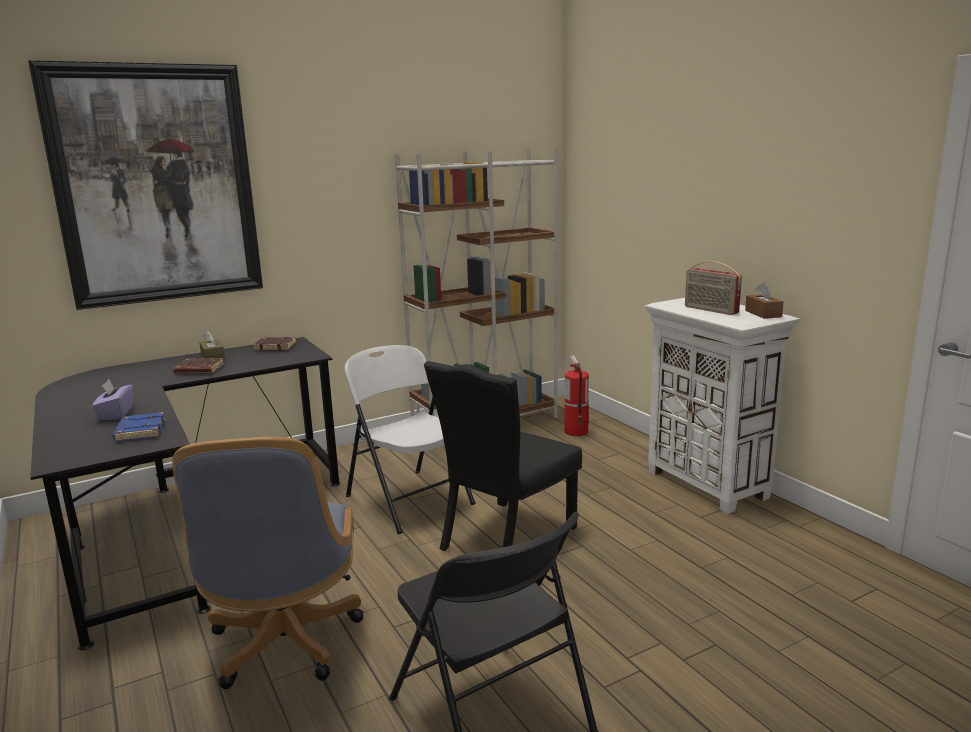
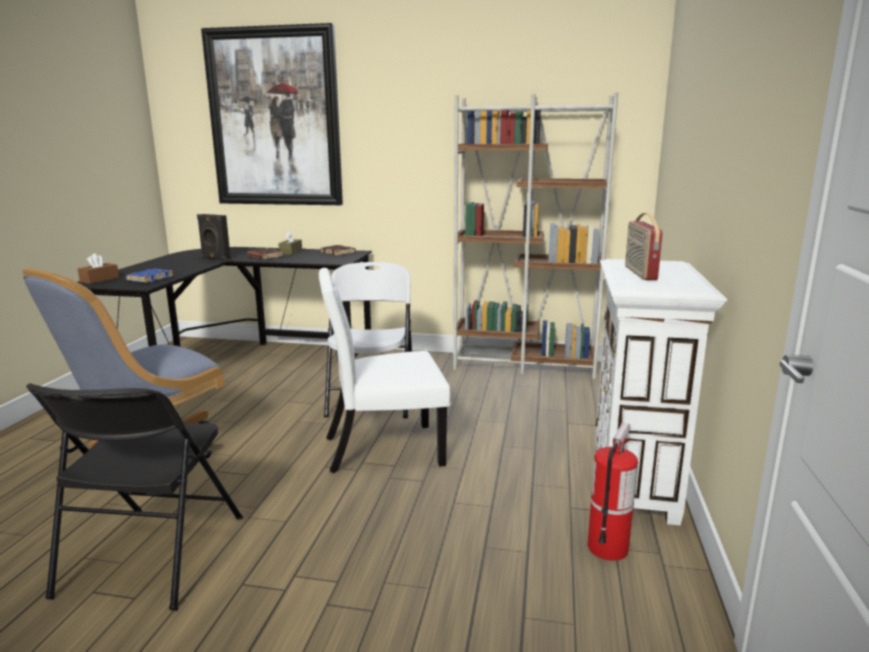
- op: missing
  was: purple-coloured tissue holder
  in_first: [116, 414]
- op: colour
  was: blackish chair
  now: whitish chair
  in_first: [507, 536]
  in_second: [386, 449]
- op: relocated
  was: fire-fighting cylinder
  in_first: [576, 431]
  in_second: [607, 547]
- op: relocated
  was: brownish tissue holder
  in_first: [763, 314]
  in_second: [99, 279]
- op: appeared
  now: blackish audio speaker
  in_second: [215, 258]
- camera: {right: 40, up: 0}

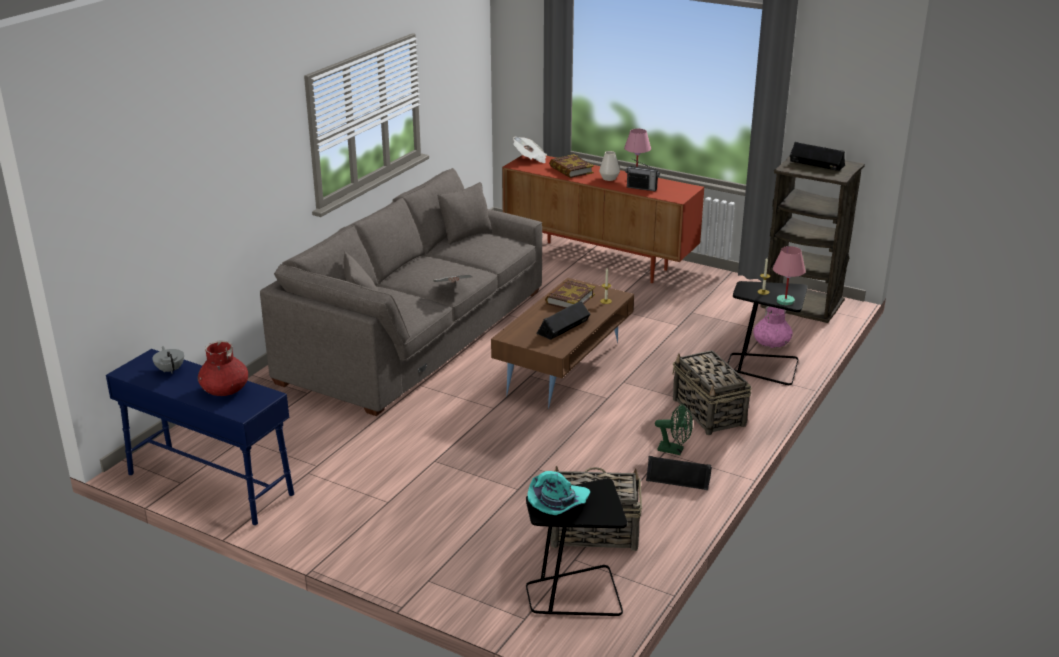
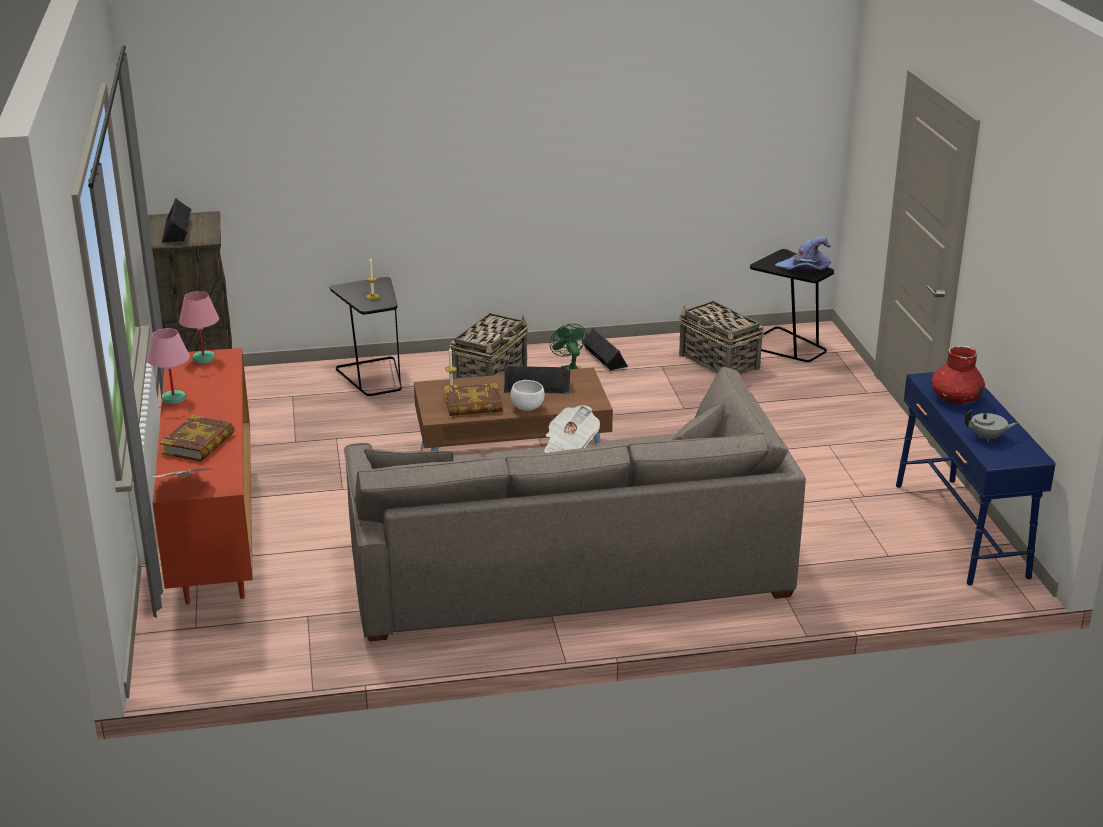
- op: spun
  was: grey tea pot
  in_first: [170, 370]
  in_second: [988, 437]
  clockwise: -105
- op: colour
  was: turquoise wearable hat
  now: purple-coloured wearable hat
  in_first: [558, 504]
  in_second: [805, 269]
- op: missing
  was: whitish vase
  in_first: [609, 178]
- op: missing
  was: radio receiver
  in_first: [642, 188]
- op: missing
  was: pinkish vase
  in_first: [771, 344]
- op: relocated
  was: pinkish table lamp
  in_first: [785, 301]
  in_second: [204, 358]
- op: appeared
  now: whitish serving bowl
  in_second: [528, 408]
- camera: {right: -130, up: 0}

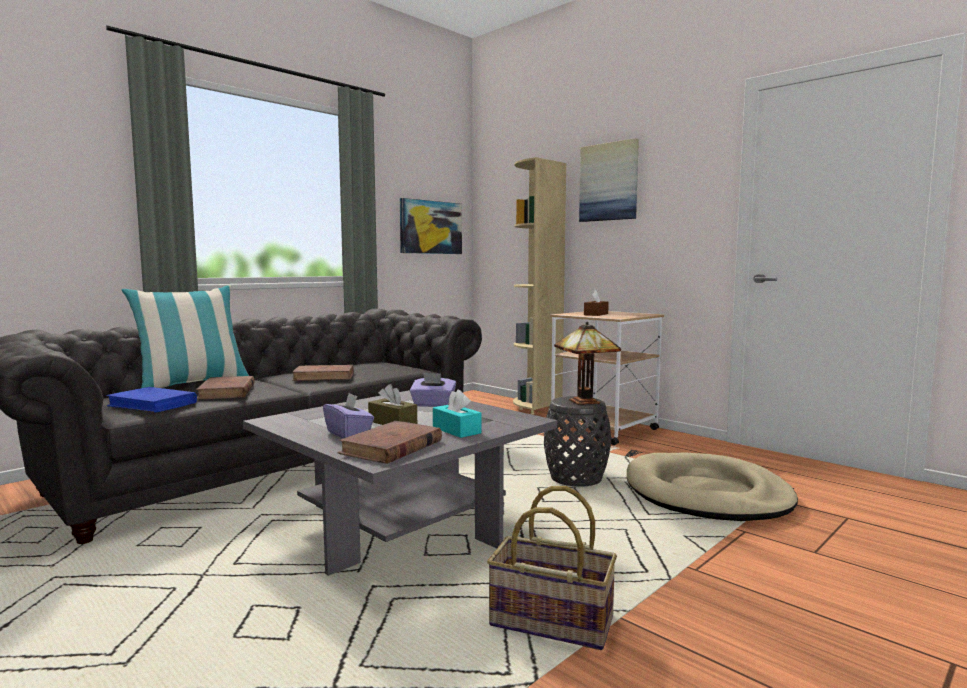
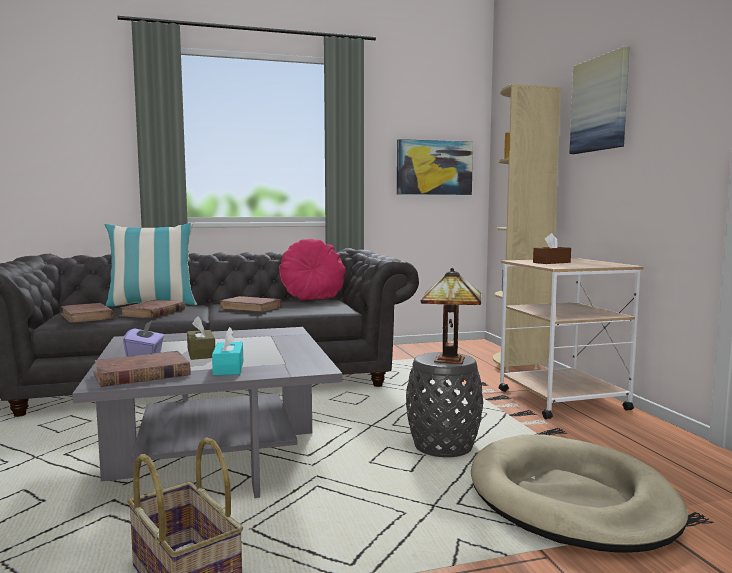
- op: colour
  was: bluish book
  now: brownish book
  in_first: [153, 404]
  in_second: [87, 316]
- op: missing
  was: purple-coloured tissue holder
  in_first: [433, 404]
- op: appeared
  now: pinkish cushion
  in_second: [312, 299]
- camera: {right: 30, up: 0}

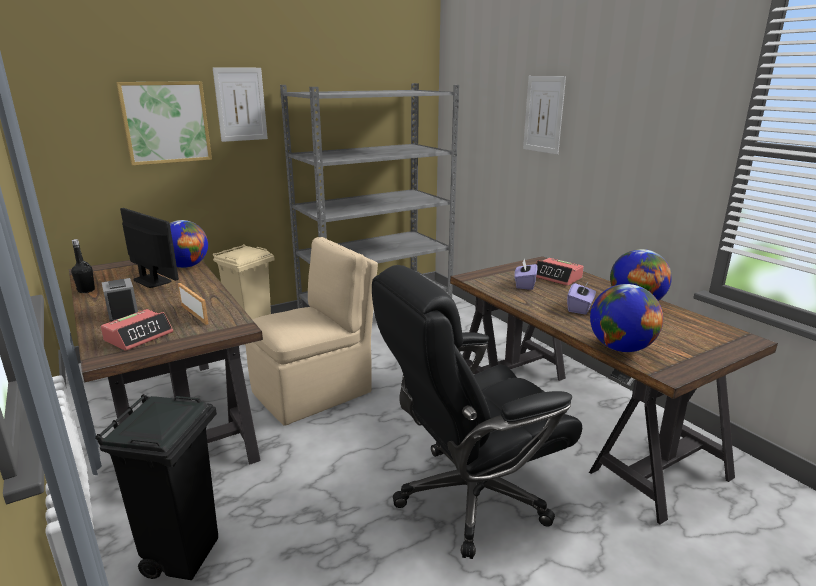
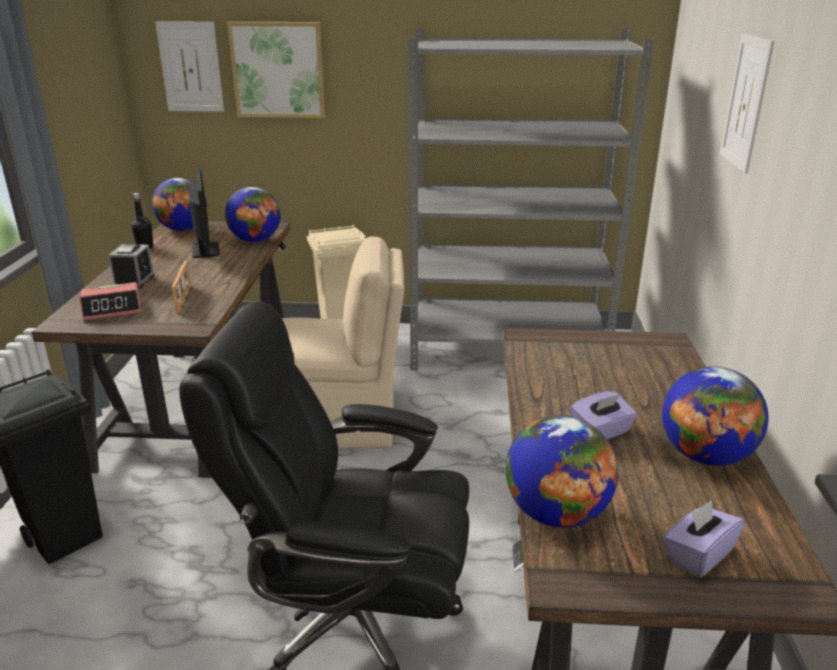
- op: relocated
  was: picture
  in_first: [241, 104]
  in_second: [190, 67]
- op: relocated
  was: purple-coloured tissue holder
  in_first: [524, 284]
  in_second: [698, 555]
- op: missing
  was: bedside clock
  in_first: [557, 277]
- op: appeared
  now: world globe
  in_second: [183, 229]
- camera: {right: 35, up: 5}

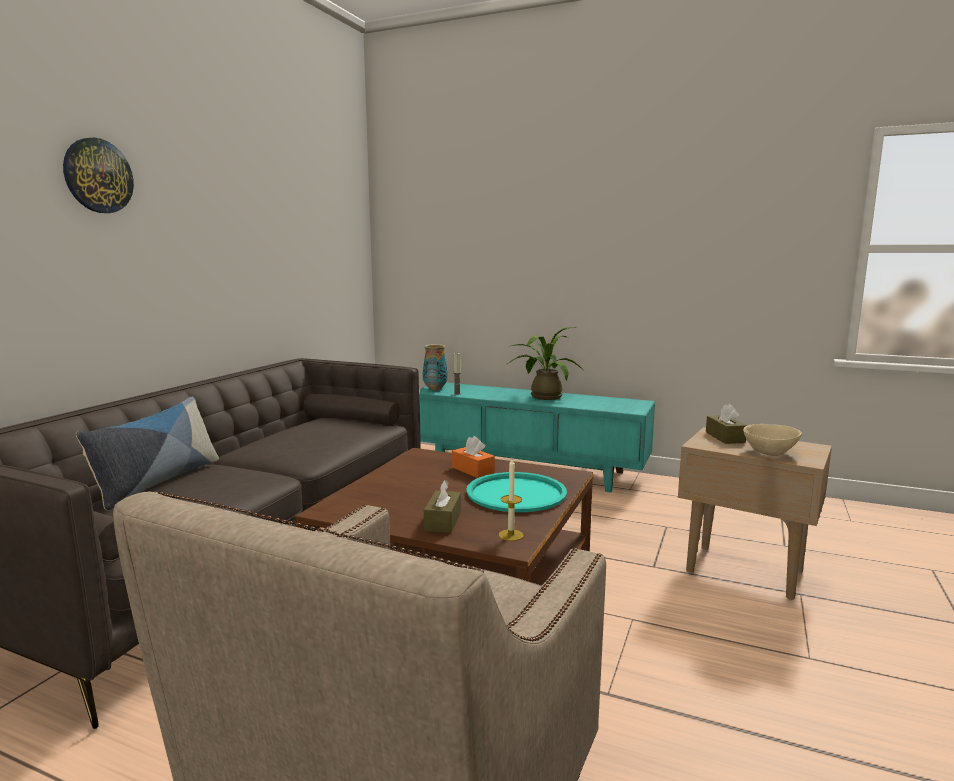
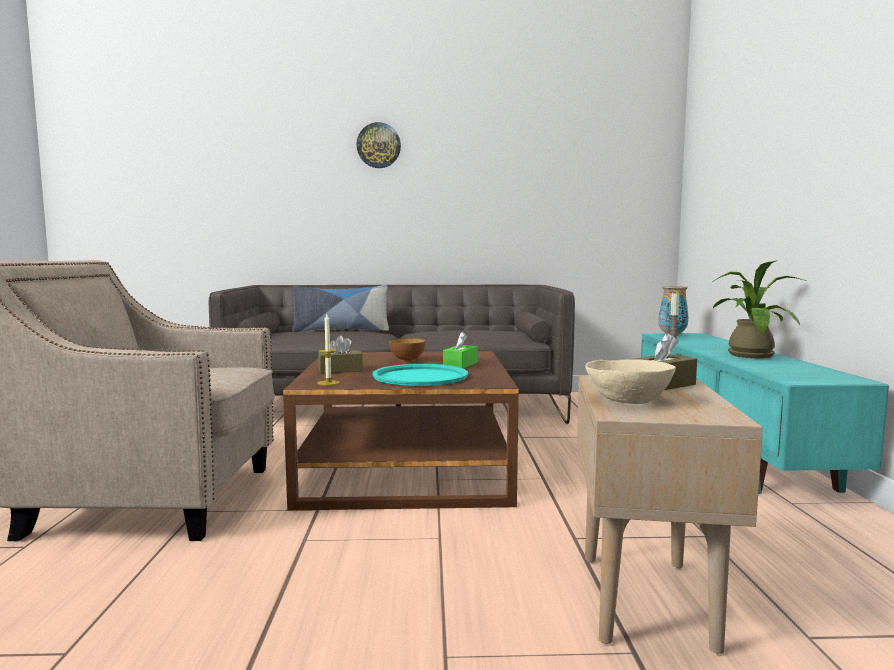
- op: colour
  was: orangey tissue holder
  now: green-coloured tissue holder
  in_first: [473, 470]
  in_second: [460, 365]
- op: appeared
  now: serving bowl
  in_second: [407, 361]
- camera: {right: 65, up: -5}

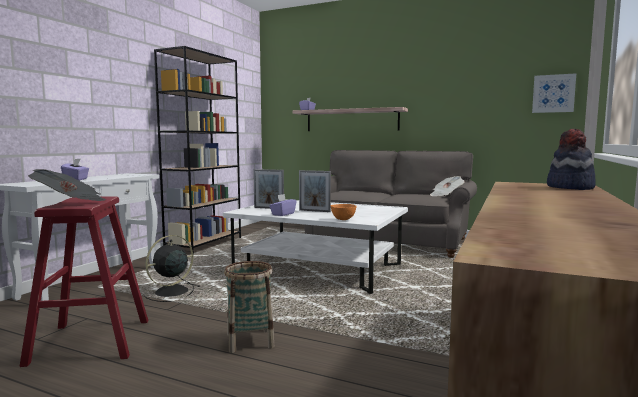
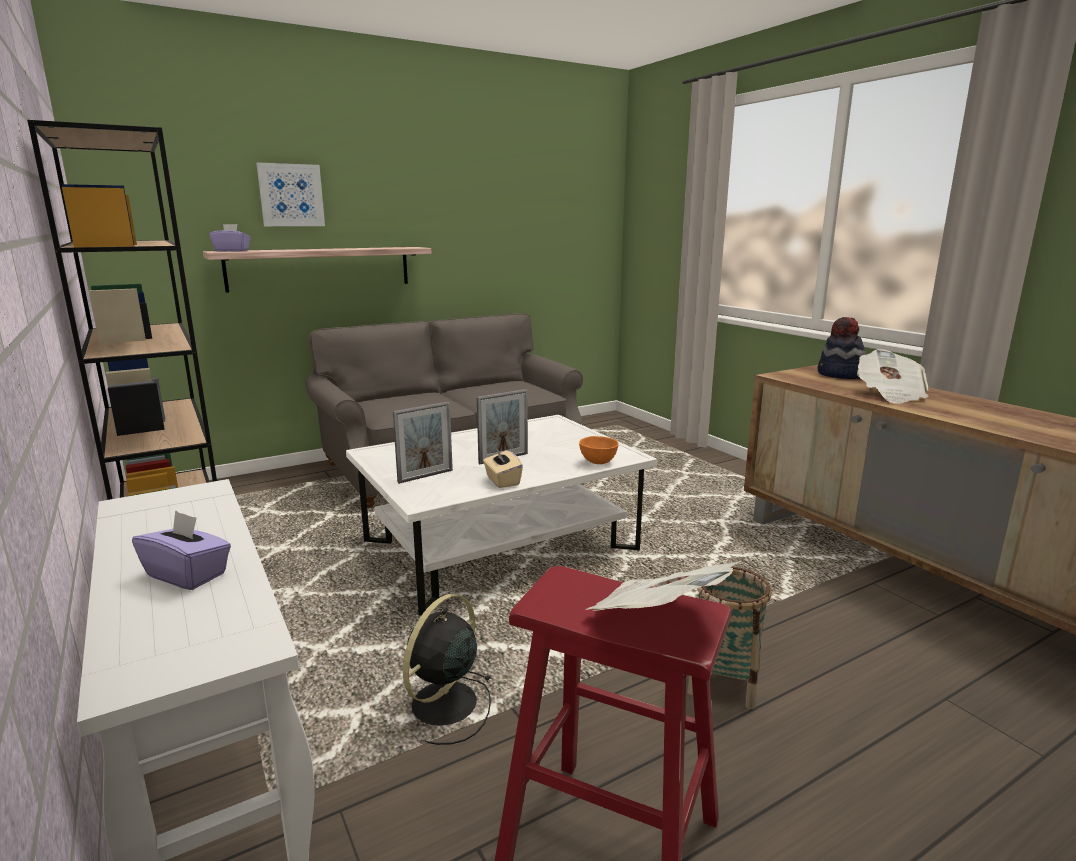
- op: spun
  was: blackish electric fan
  in_first: [170, 292]
  in_second: [442, 706]
  clockwise: 45
- op: colour
  was: purple-coloured tissue holder
  now: beige tissue holder
  in_first: [282, 214]
  in_second: [502, 481]
- op: relocated
  was: daily paper
  in_first: [445, 195]
  in_second: [889, 395]
- op: relocated
  was: picture
  in_first: [553, 93]
  in_second: [291, 195]
- camera: {right: -55, up: 10}

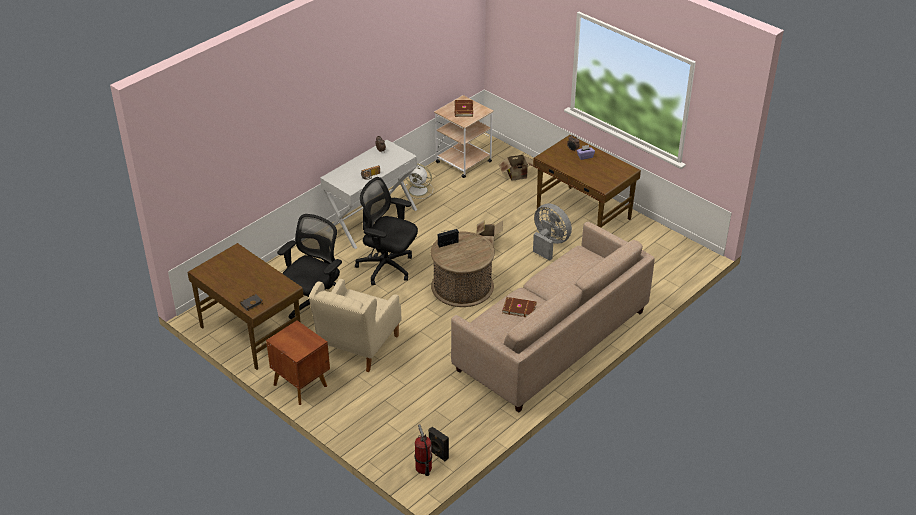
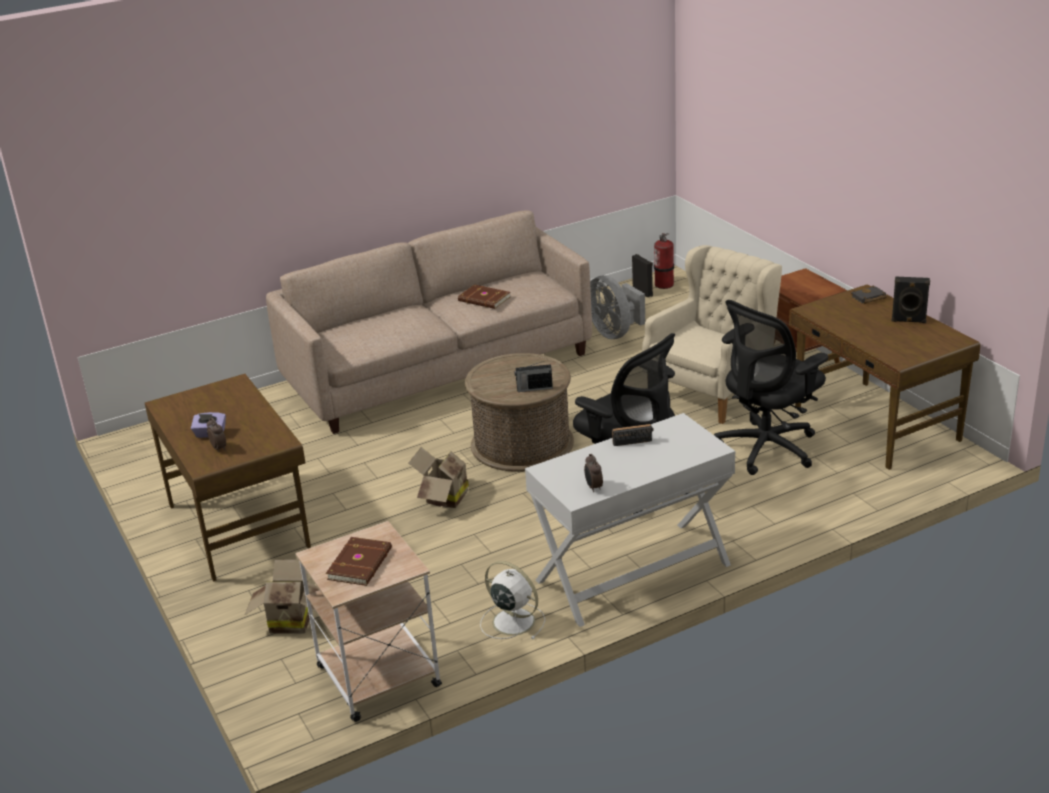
- op: relocated
  was: grey electric fan
  in_first: [549, 243]
  in_second: [614, 333]
- op: appeared
  now: blackish audio speaker
  in_second: [908, 321]
- camera: {right: -160, up: -10}

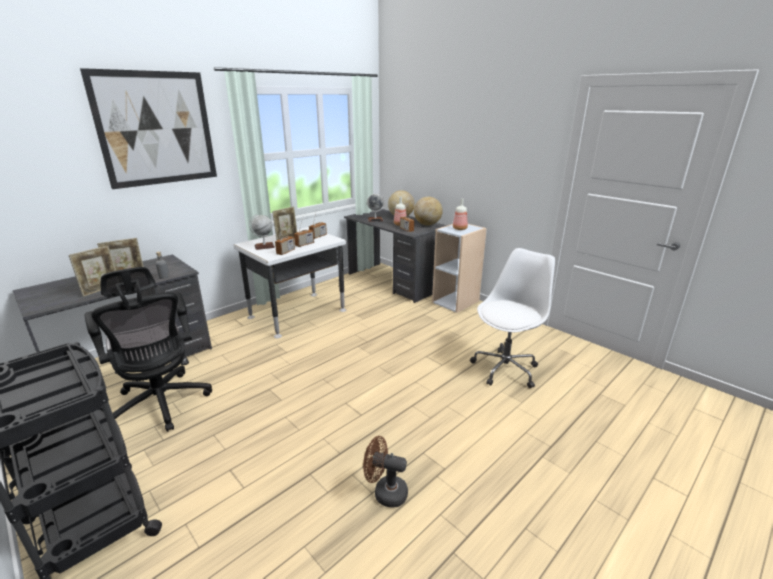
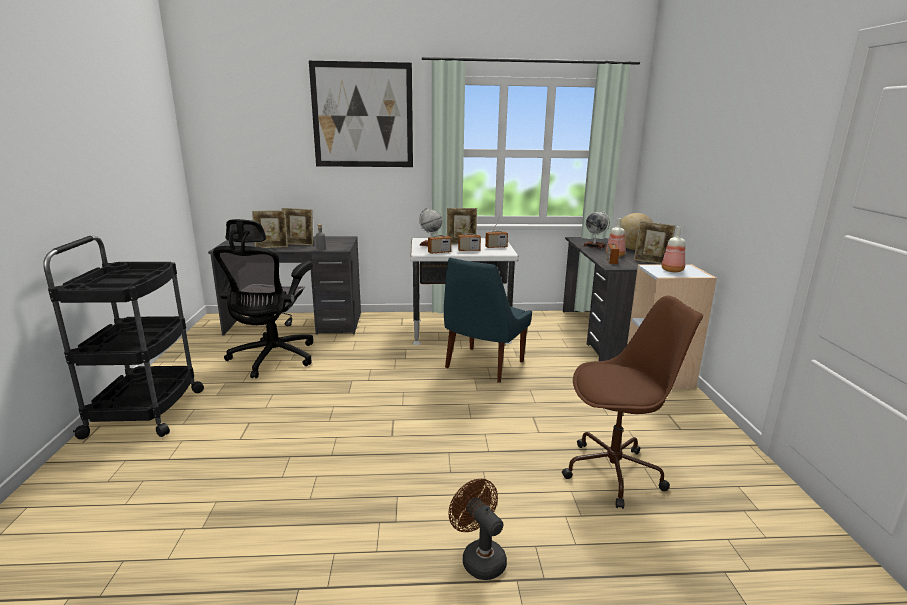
- op: relocated
  was: brownish electric fan
  in_first: [385, 492]
  in_second: [479, 557]
- op: exchanged
  was: world globe
  now: standing frame
  in_first: [427, 225]
  in_second: [651, 262]
- op: colour
  was: whitish desk chair
  now: brownish desk chair
  in_first: [505, 369]
  in_second: [615, 473]
- op: appeared
  now: bluish chair
  in_second: [483, 366]
- camera: {right: 40, up: -5}

